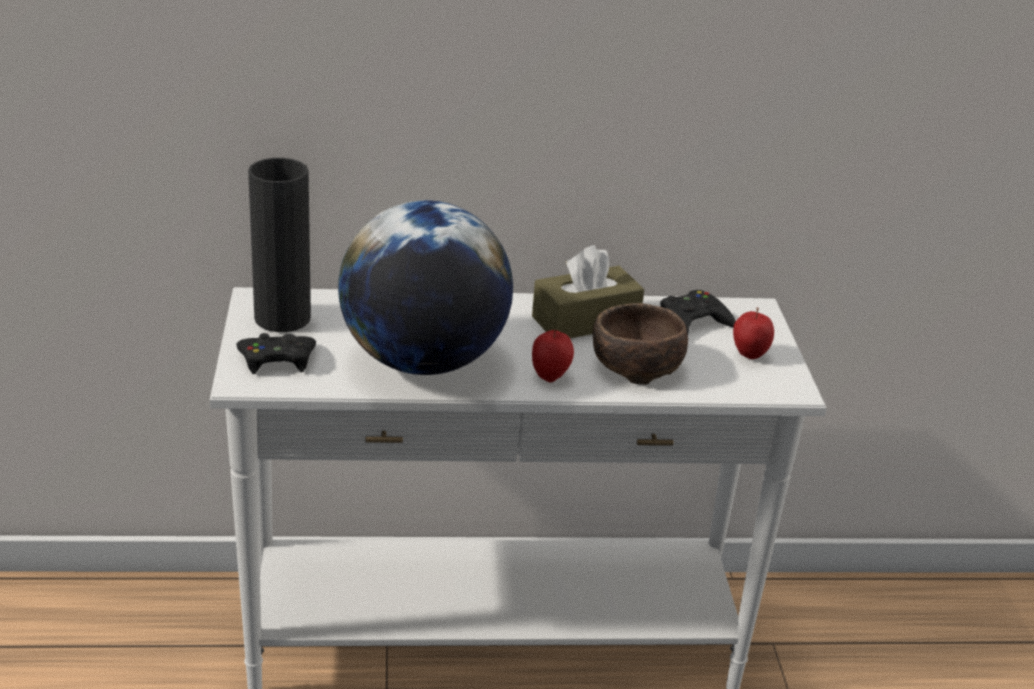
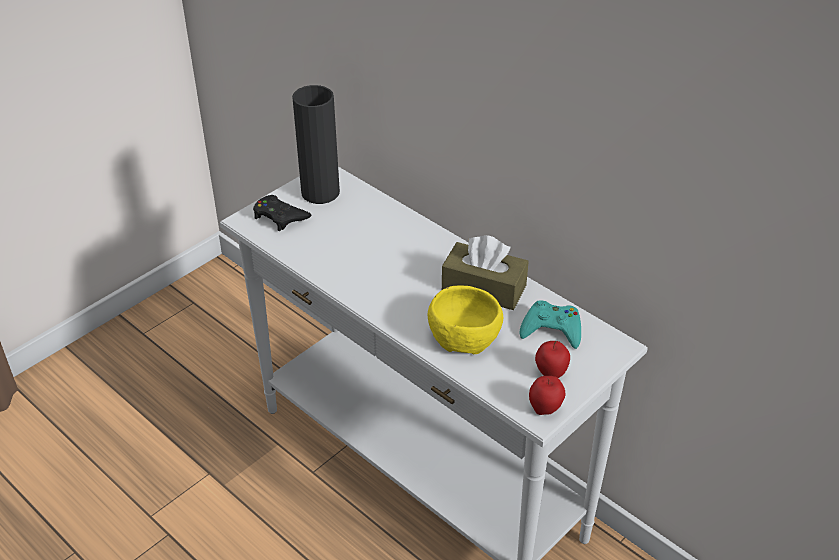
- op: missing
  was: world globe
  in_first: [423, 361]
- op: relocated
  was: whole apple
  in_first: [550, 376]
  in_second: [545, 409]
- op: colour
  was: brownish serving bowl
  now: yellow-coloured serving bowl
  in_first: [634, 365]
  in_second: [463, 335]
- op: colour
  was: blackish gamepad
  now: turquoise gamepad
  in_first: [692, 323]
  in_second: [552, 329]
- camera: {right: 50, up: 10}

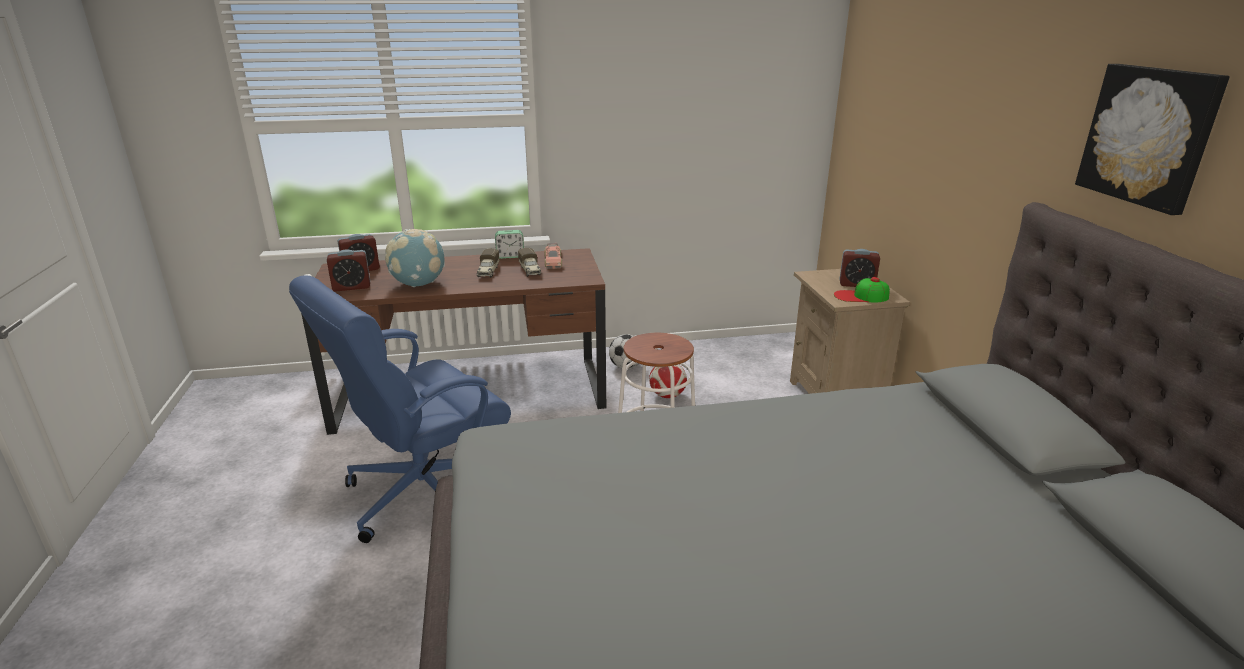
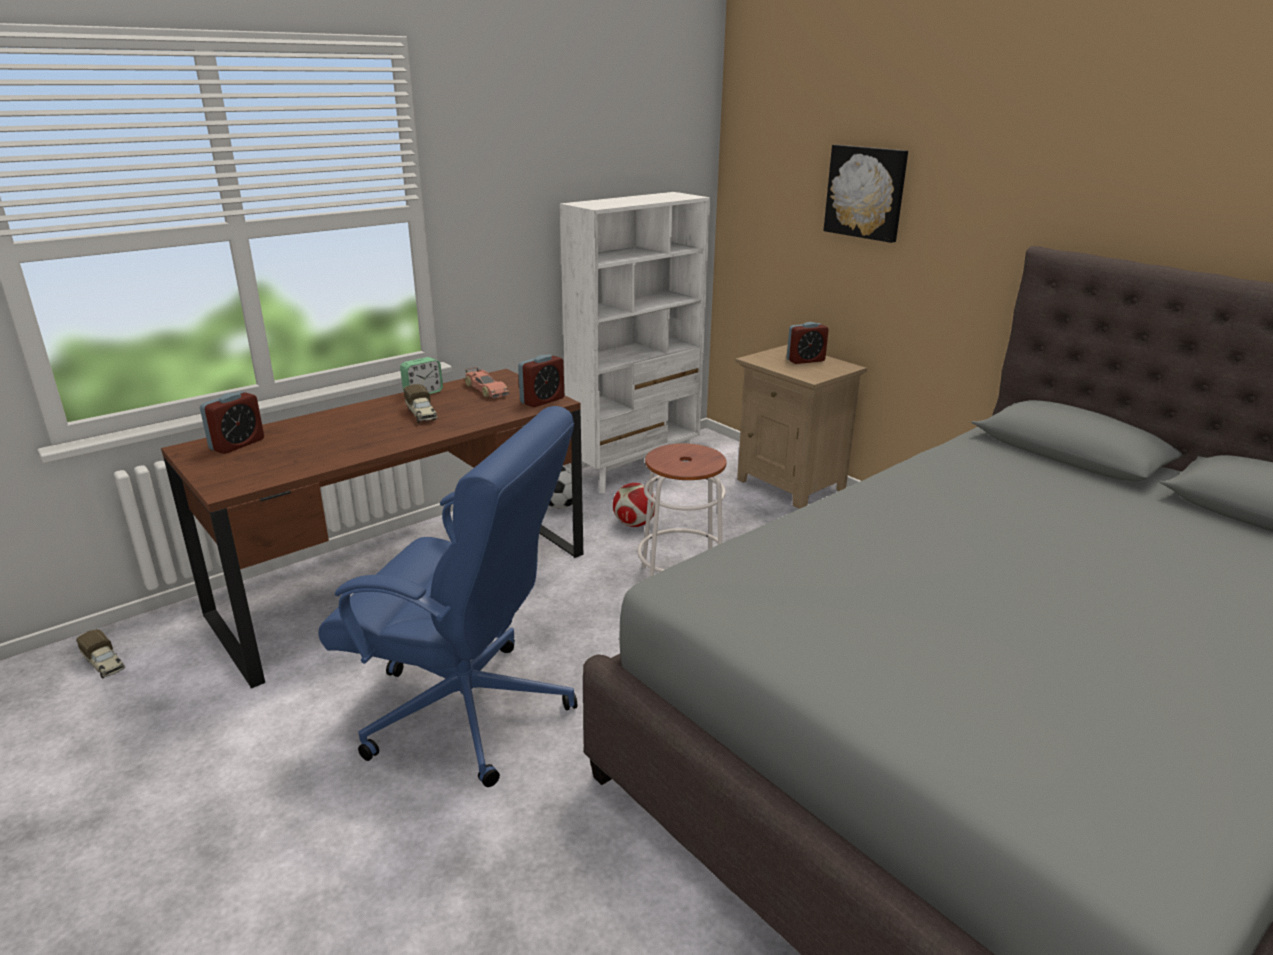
- op: spun
  was: bluish desk chair
  in_first: [425, 492]
  in_second: [466, 709]
  clockwise: -90
- op: relocated
  was: bedside clock
  in_first: [351, 287]
  in_second: [542, 400]
- op: missing
  was: world globe
  in_first: [418, 284]
- op: relocated
  was: toy truck
  in_first: [530, 271]
  in_second: [105, 665]
- op: missing
  was: cap
  in_first: [861, 296]
- op: relocated
  was: picture
  in_first: [1149, 136]
  in_second: [866, 192]
- op: appeared
  now: whitish bookshelf
  in_second: [636, 467]
- camera: {right: -30, up: 0}

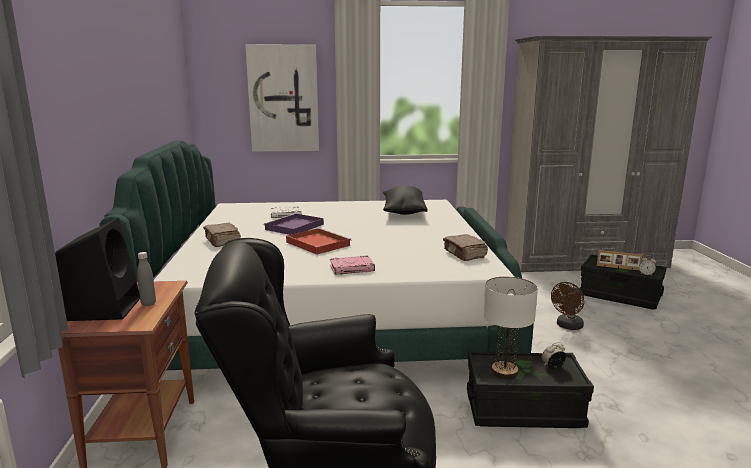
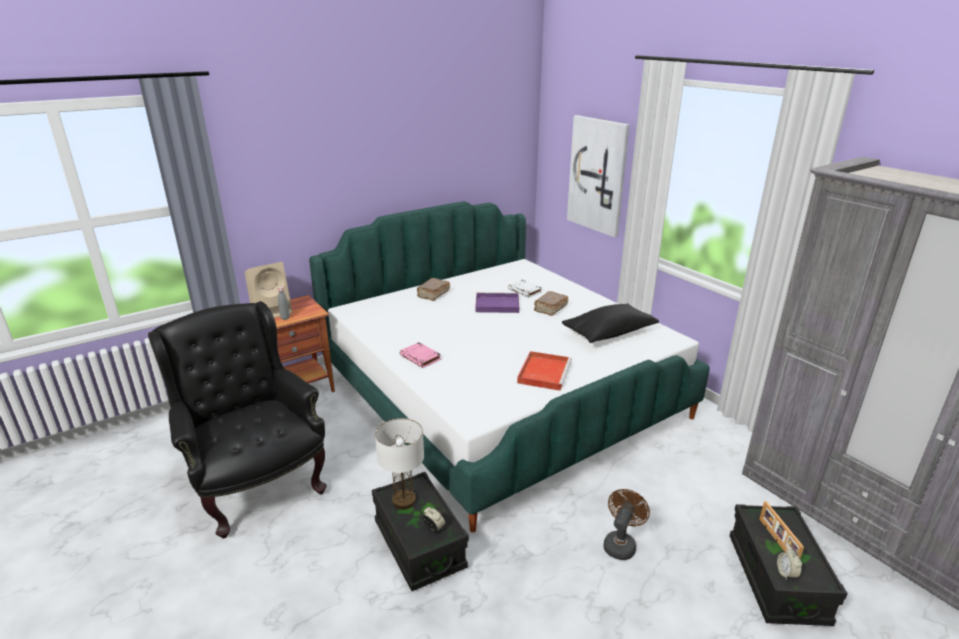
- op: colour
  was: blackish audio speaker
  now: beige audio speaker
  in_first: [105, 308]
  in_second: [272, 311]
- op: relocated
  was: red carrying tray
  in_first: [317, 243]
  in_second: [544, 372]
- op: relocated
  was: brownish book
  in_first: [464, 254]
  in_second: [550, 309]
- op: spun
  was: brownish electric fan
  in_first: [567, 326]
  in_second: [620, 544]
  clockwise: 105
- camera: {right: 60, up: 10}

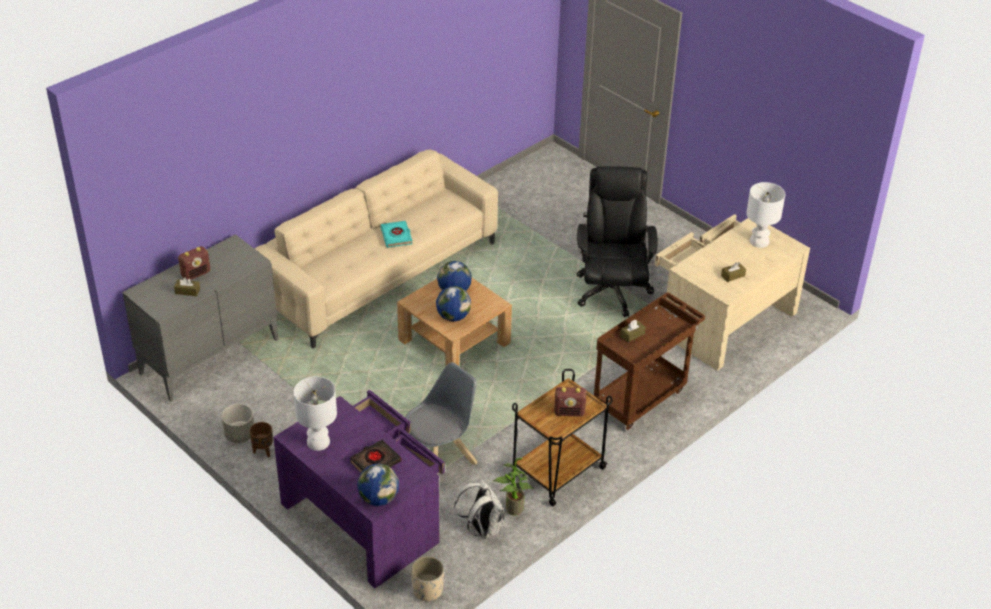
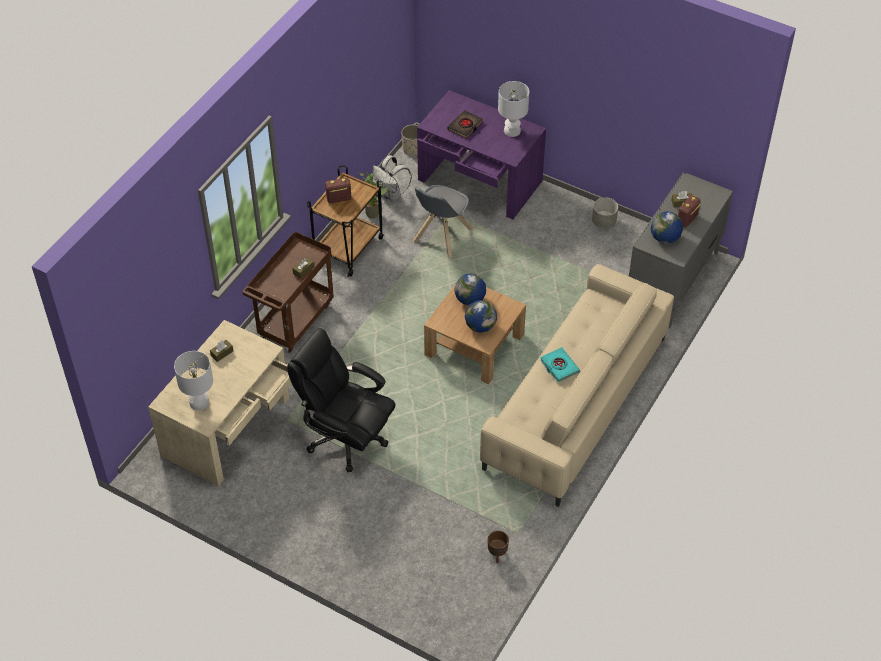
- op: relocated
  was: brownish planter
  in_first: [263, 451]
  in_second: [497, 555]
- op: relocated
  was: world globe
  in_first: [378, 498]
  in_second: [665, 238]
- op: spun
  was: blackish desk chair
  in_first: [612, 291]
  in_second: [346, 438]
  clockwise: 135
- camera: {right: 165, up: 10}

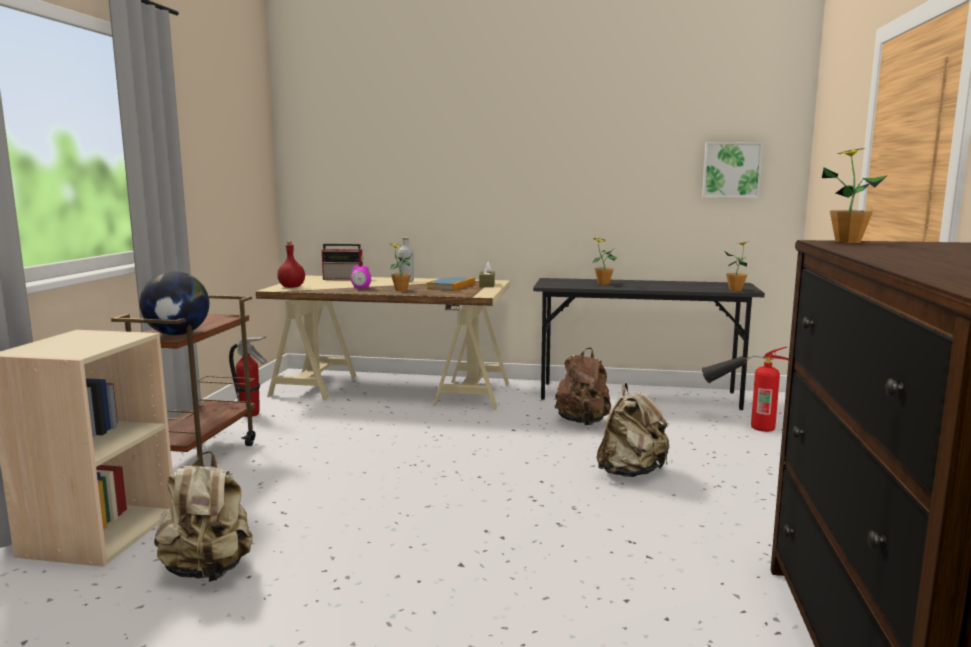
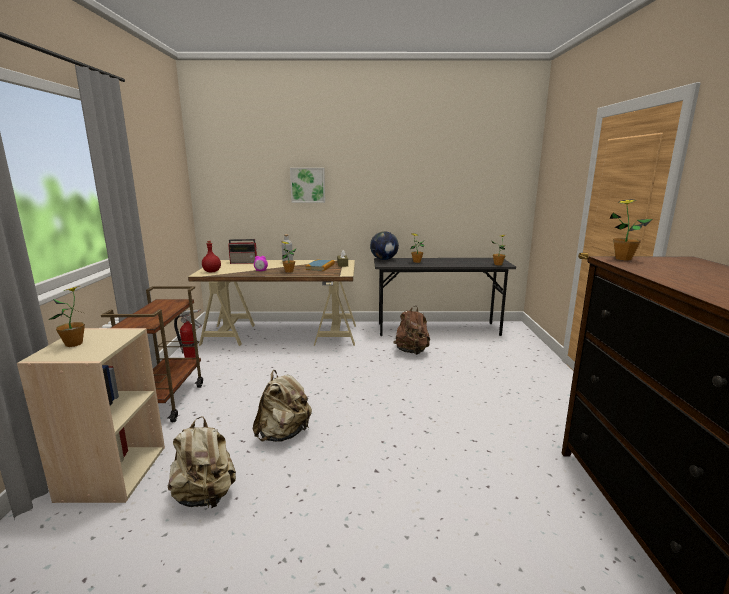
- op: relocated
  was: world globe
  in_first: [178, 334]
  in_second: [384, 259]
- op: relocated
  was: beige knapsack
  in_first: [631, 472]
  in_second: [283, 434]
- op: relocated
  was: picture
  in_first: [731, 170]
  in_second: [308, 185]
- op: missing
  was: fire-fighting cylinder
  in_first: [740, 424]
- op: appeared
  now: potted plant
  in_second: [74, 344]
- camera: {right: -10, up: 5}

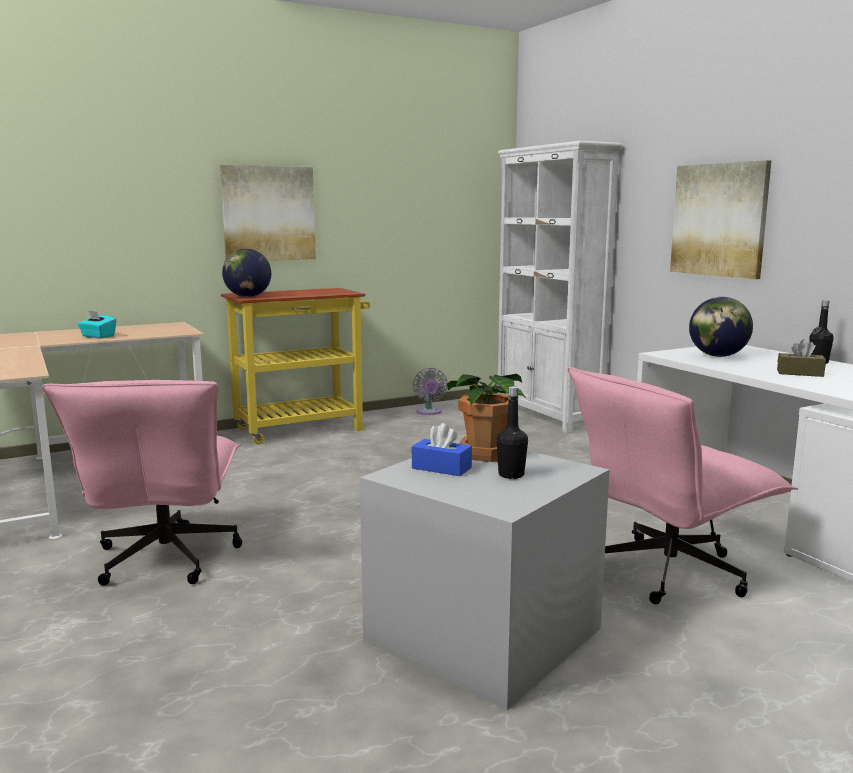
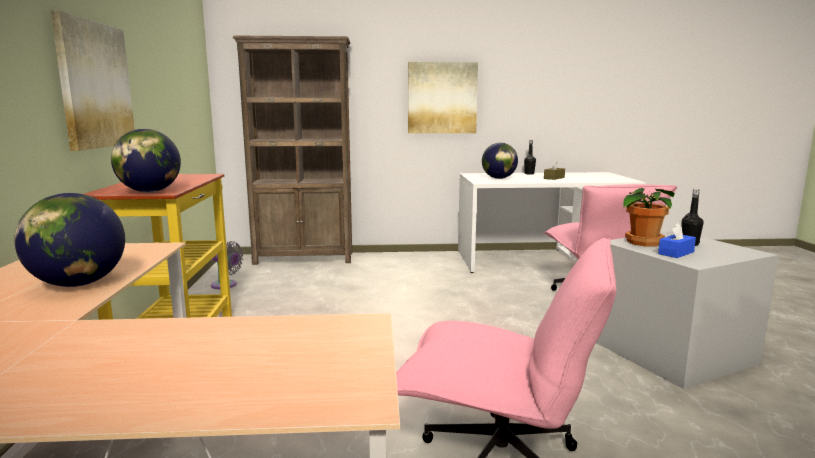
- op: exchanged
  was: turquoise tissue holder
  now: world globe
  in_first: [98, 336]
  in_second: [79, 284]
- op: colour
  was: whitish bookshelf
  now: brownish bookshelf
  in_first: [548, 416]
  in_second: [304, 258]
- camera: {right: -65, up: 0}

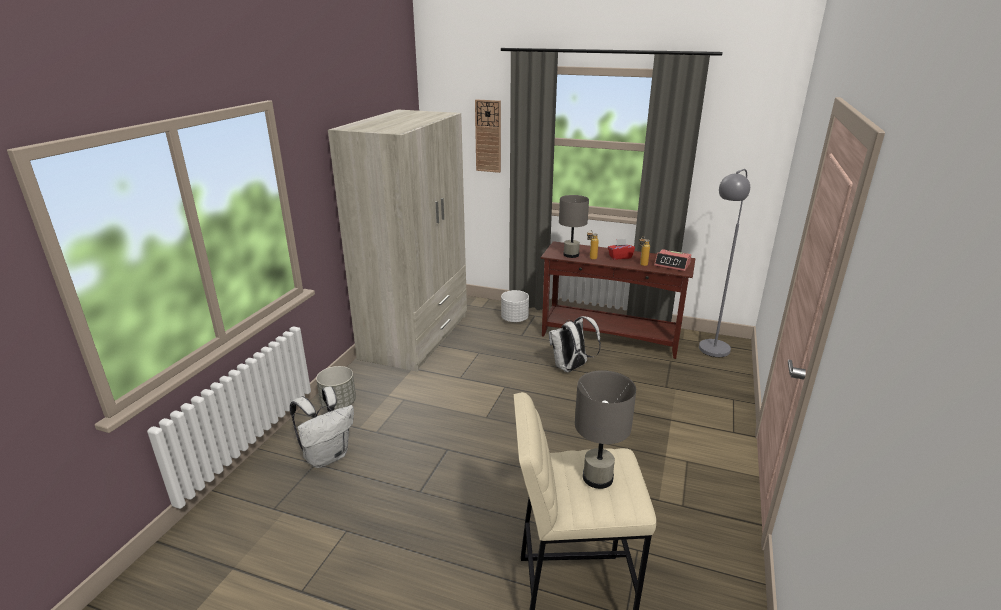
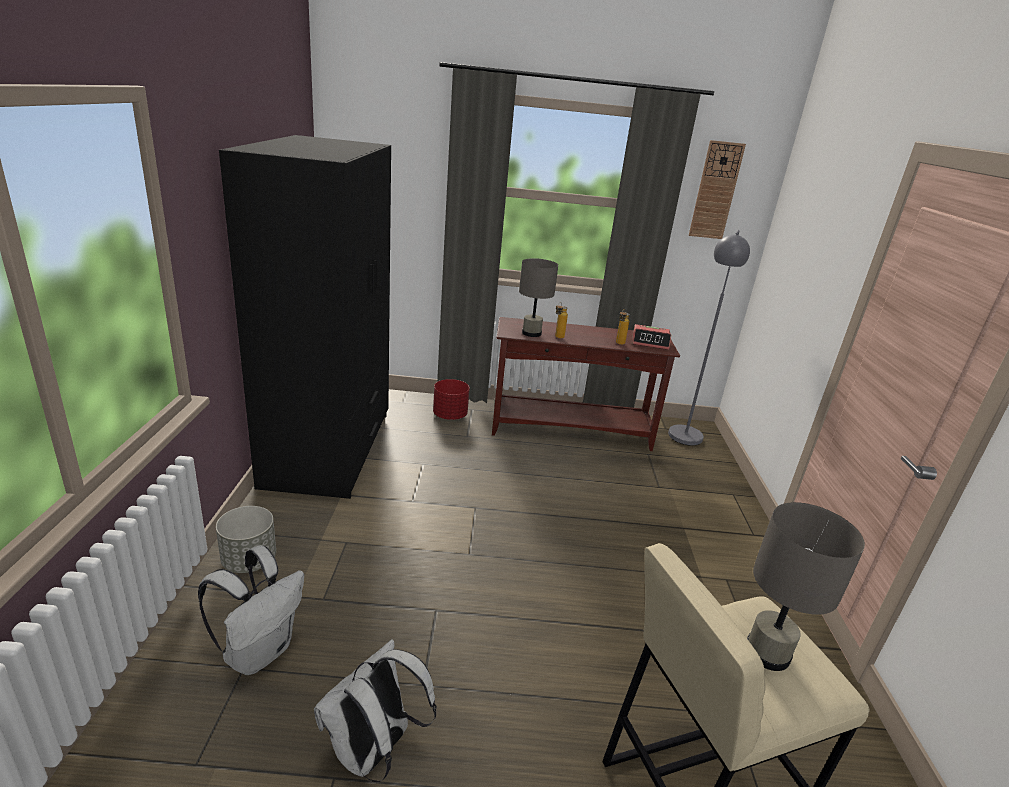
- op: colour
  was: beige wardrobe
  now: blackish wardrobe
  in_first: [416, 336]
  in_second: [330, 448]
- op: relocated
  was: clock on the wall
  in_first: [488, 136]
  in_second: [715, 191]
- op: colour
  was: whitish planter
  now: red planter
  in_first: [515, 319]
  in_second: [450, 415]
- op: relocated
  was: whitish knapsack
  in_first: [571, 368]
  in_second: [373, 751]
- op: missing
  was: red tissue holder
  in_first: [620, 257]
- camera: {right: -20, up: 0}

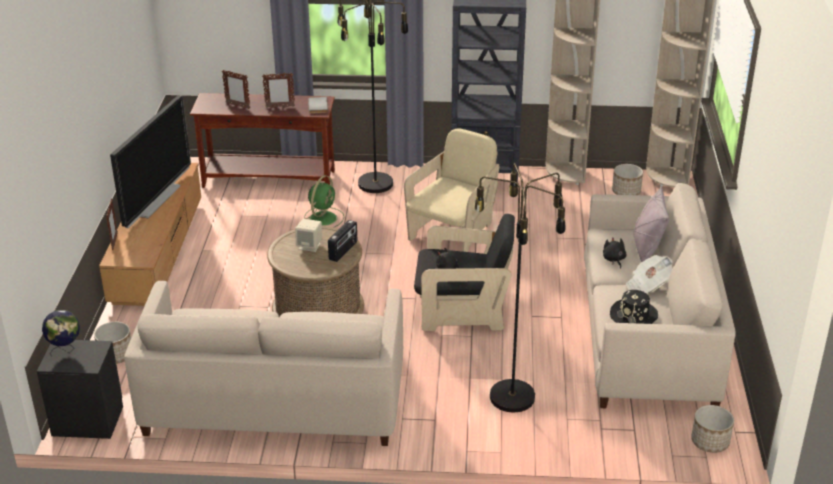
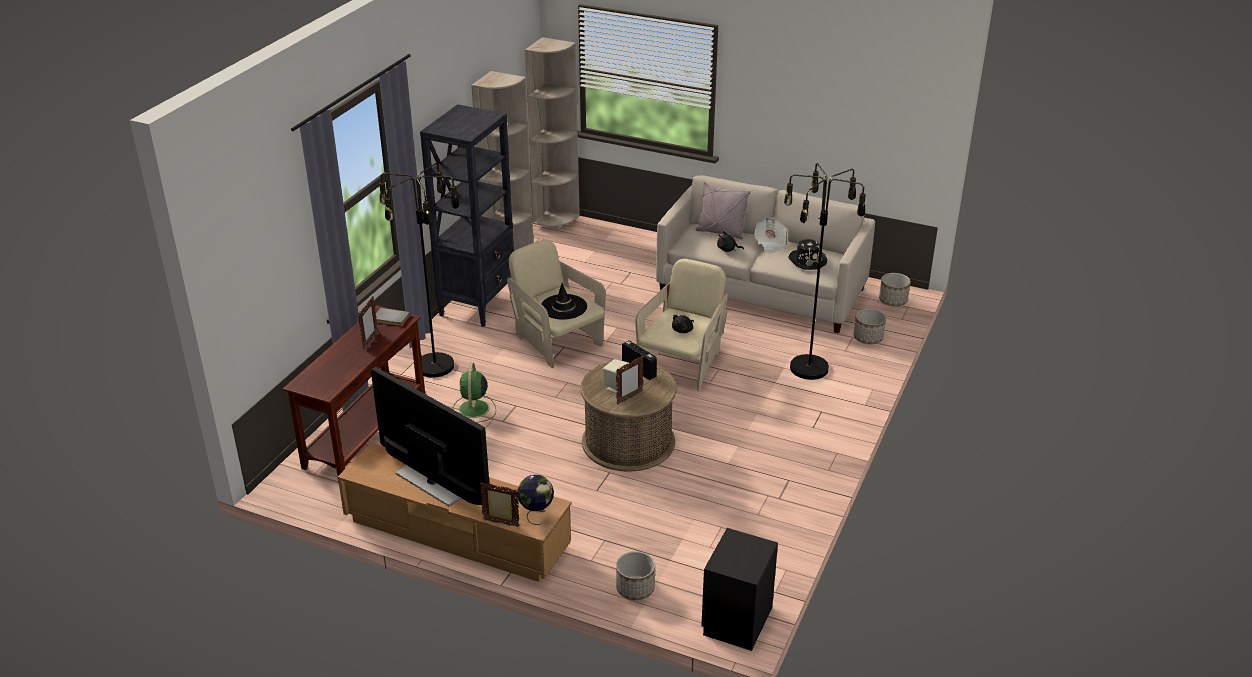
- op: relocated
  was: world globe
  in_first: [65, 350]
  in_second: [536, 514]
- op: missing
  was: beige settee
  in_first: [274, 401]
- op: relocated
  was: standing frame
  in_first: [237, 106]
  in_second: [629, 398]
- op: spun
  was: green-coloured electric fan
  in_first: [324, 218]
  in_second: [474, 410]
  clockwise: -135
- op: colour
  was: blackish armchair
  now: beige armchair
  in_first: [462, 312]
  in_second: [682, 365]
- op: relocated
  was: planter
  in_first: [626, 192]
  in_second: [868, 337]
- op: appeared
  now: blackish wearable hat
  in_second: [563, 307]
- camera: {right: -70, up: 0}

